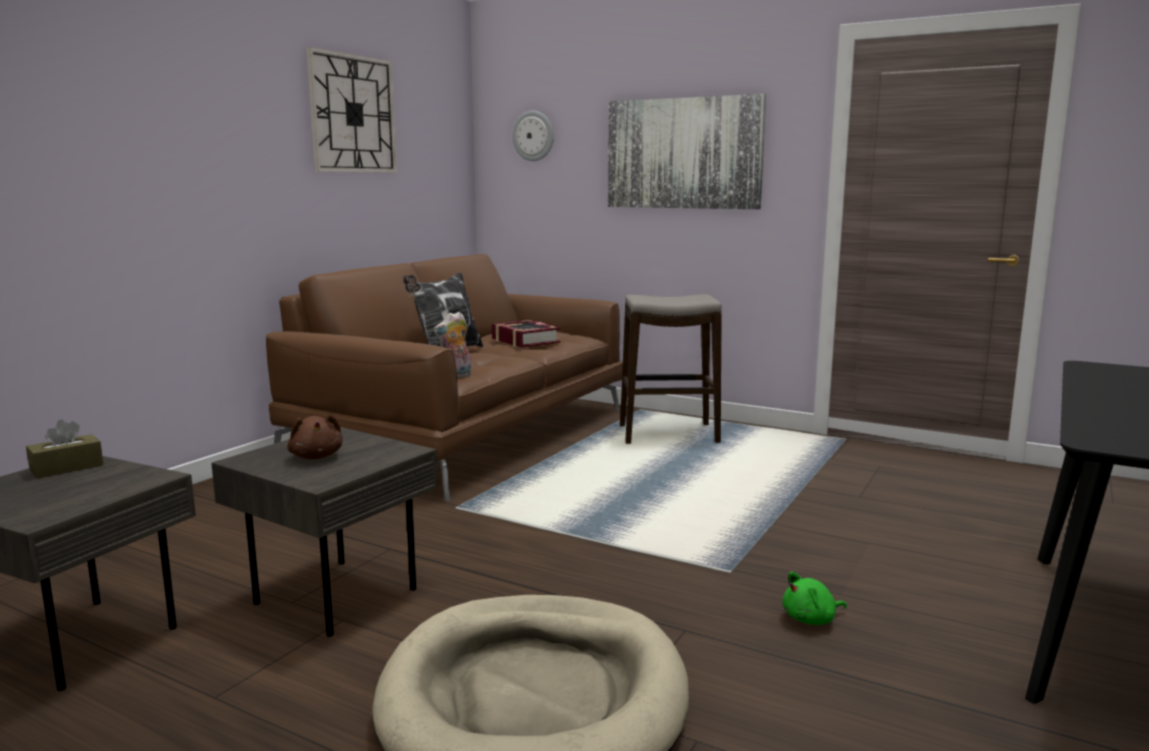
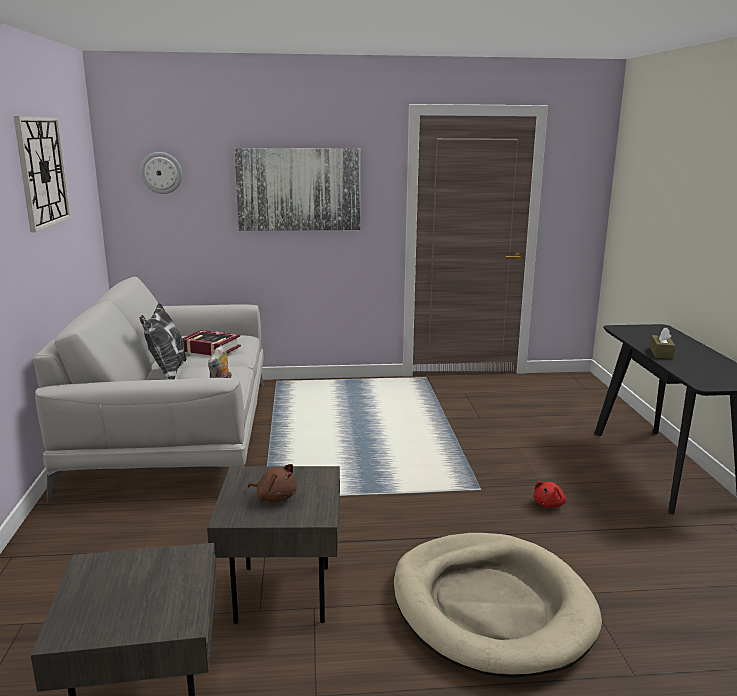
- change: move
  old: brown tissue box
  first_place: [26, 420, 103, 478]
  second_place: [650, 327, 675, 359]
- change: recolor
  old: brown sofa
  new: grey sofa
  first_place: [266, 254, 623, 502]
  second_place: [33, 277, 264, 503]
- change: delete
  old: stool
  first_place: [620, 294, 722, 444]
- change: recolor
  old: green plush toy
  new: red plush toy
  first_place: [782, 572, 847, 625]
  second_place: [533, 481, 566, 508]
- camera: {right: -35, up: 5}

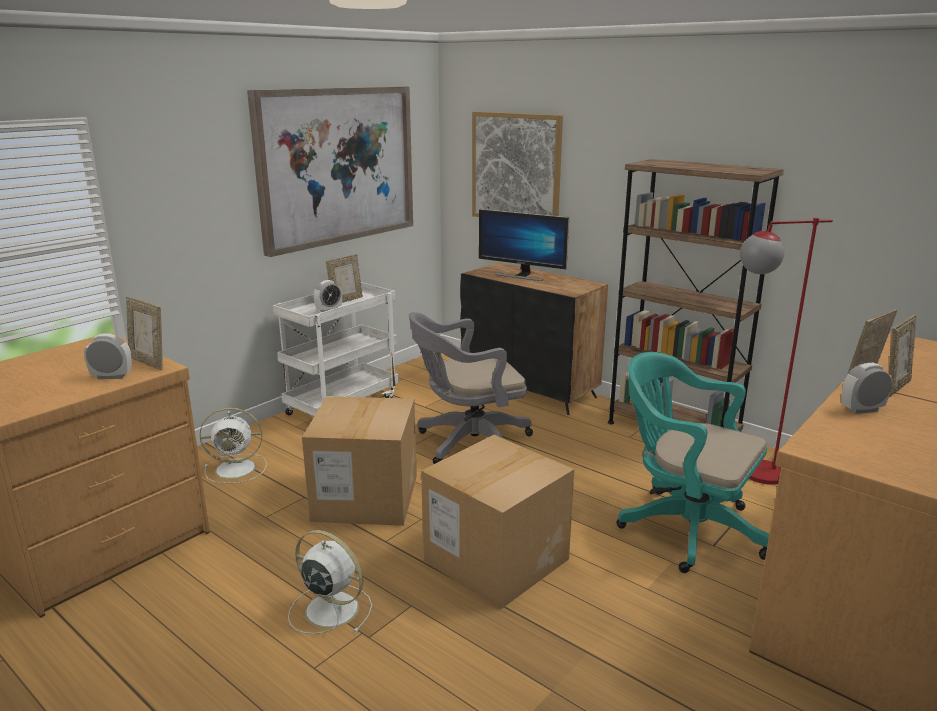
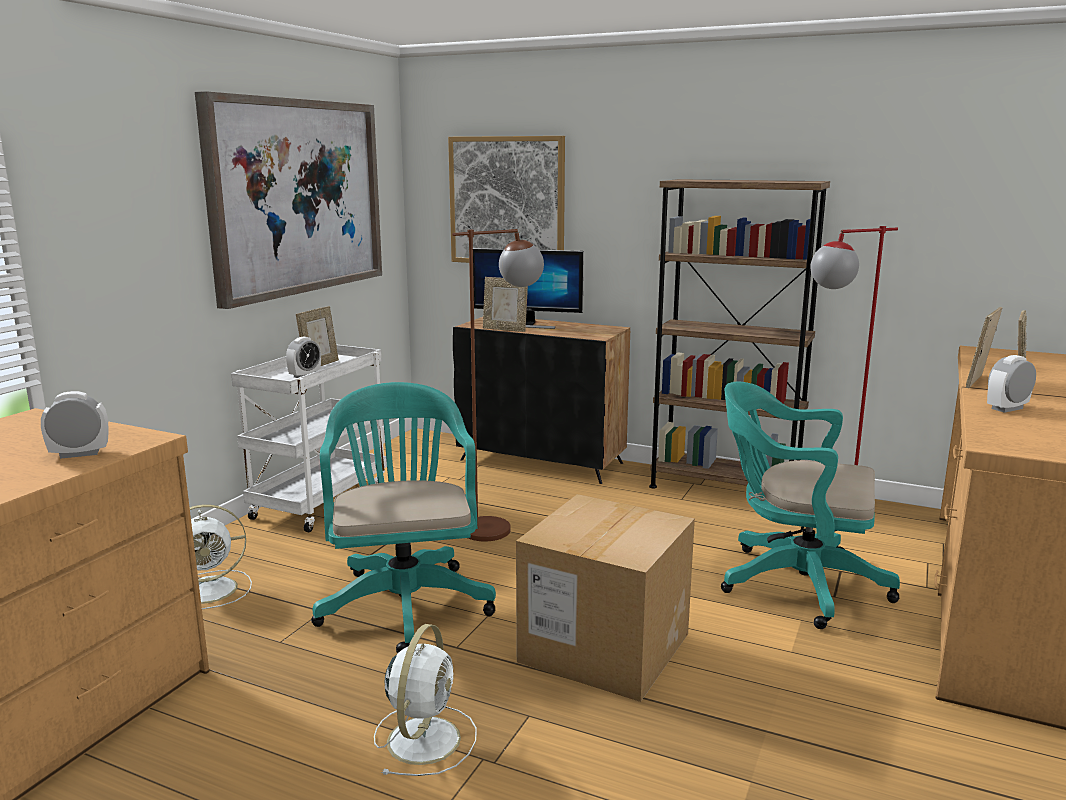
- change: move
  old: picture frame
  first_place: [126, 296, 163, 370]
  second_place: [483, 277, 528, 332]
- change: rotate
  old: white fan
  first_place: [288, 530, 372, 634]
  second_place: [374, 624, 477, 776]
  degrees: 90
- change: replace
  old: cardboard box
  new: turquoise office chair
  first_place: [302, 396, 417, 526]
  second_place: [311, 382, 496, 654]
- change: replace
  old: grey office chair
  new: brown floor lamp
  first_place: [409, 312, 533, 464]
  second_place: [452, 229, 544, 541]
- camera: {right: -15, up: -5}

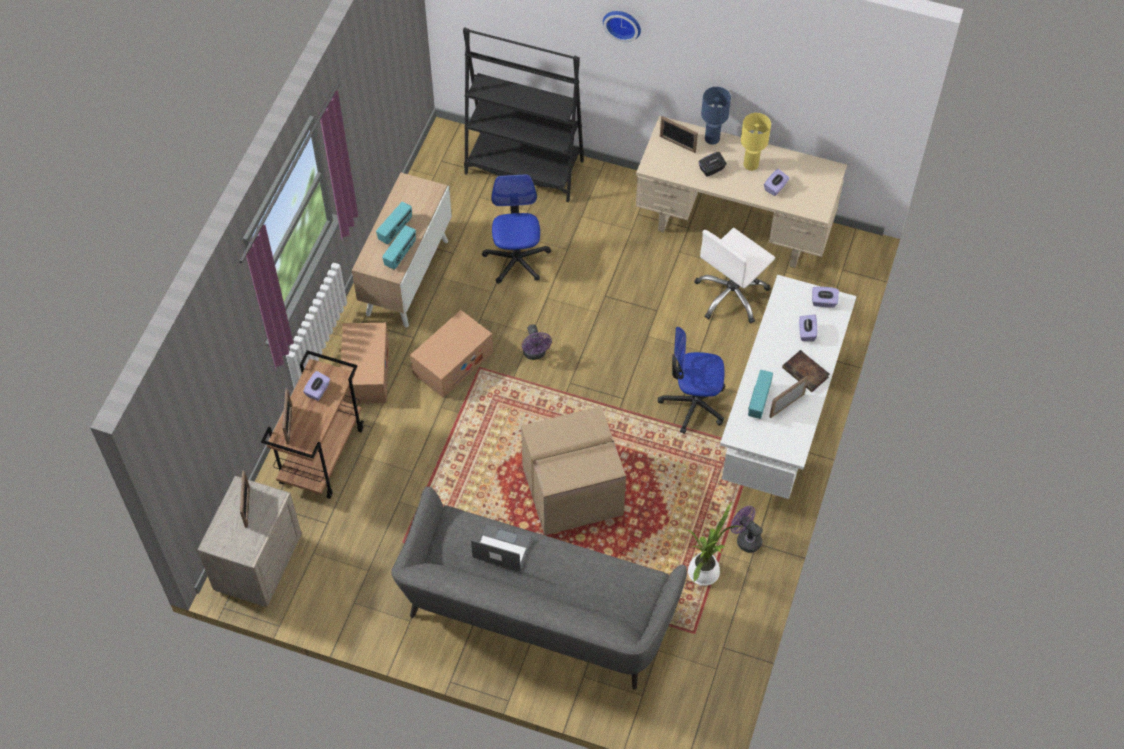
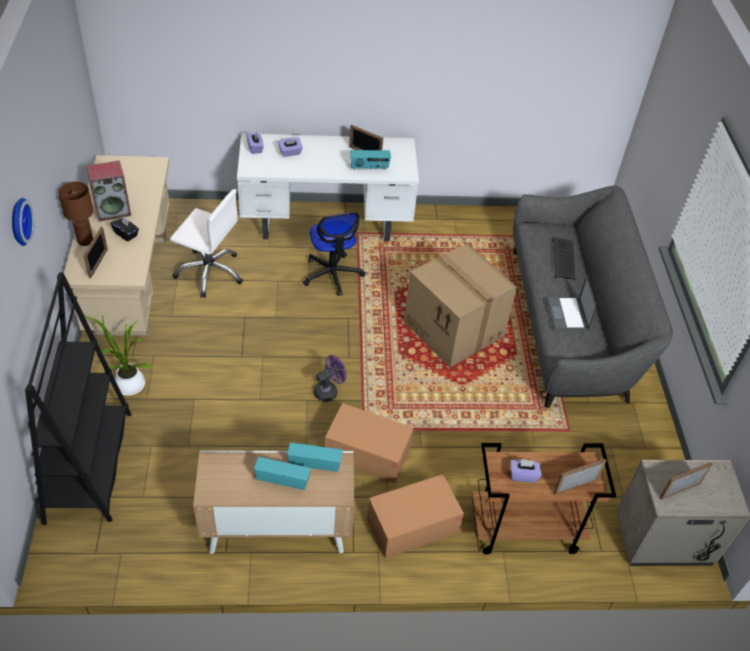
- change: delete
  old: office chair
  first_place: [482, 174, 551, 284]
- change: move
  old: potted plant
  first_place: [686, 502, 743, 586]
  second_place: [85, 315, 154, 396]
- change: recolor
  old: blue table lamp
  new: brown table lamp
  first_place: [701, 87, 731, 145]
  second_place: [58, 181, 93, 246]
- change: delete
  old: purple fan
  first_place: [731, 506, 763, 553]
- change: replace
  old: yellow table lamp
  new: speaker
  first_place: [741, 113, 771, 171]
  second_place: [86, 160, 131, 222]
- change: delete
  old: purple tissue box
  first_place: [764, 169, 790, 196]
- change: delete
  old: book
  first_place: [782, 350, 830, 392]
- change: insert
  new: keyboard
  second_place: [553, 237, 575, 280]
- camera: {right: -115, up: -10}

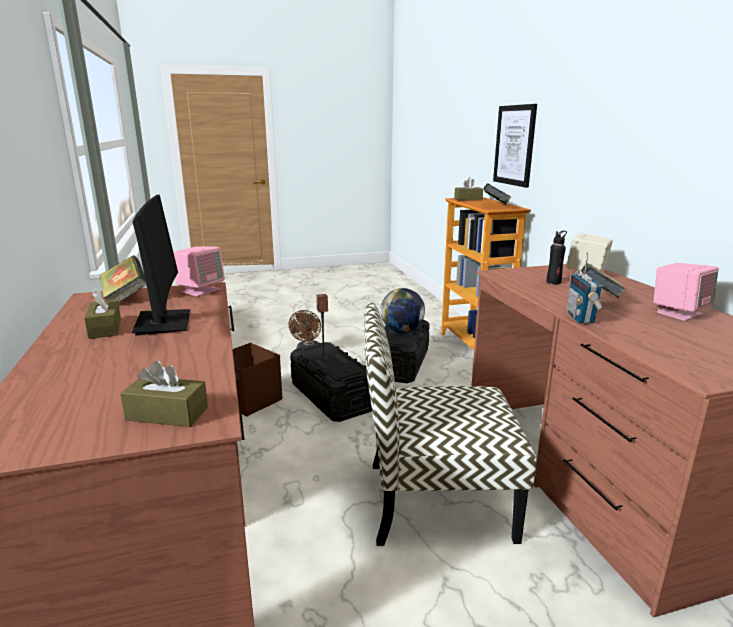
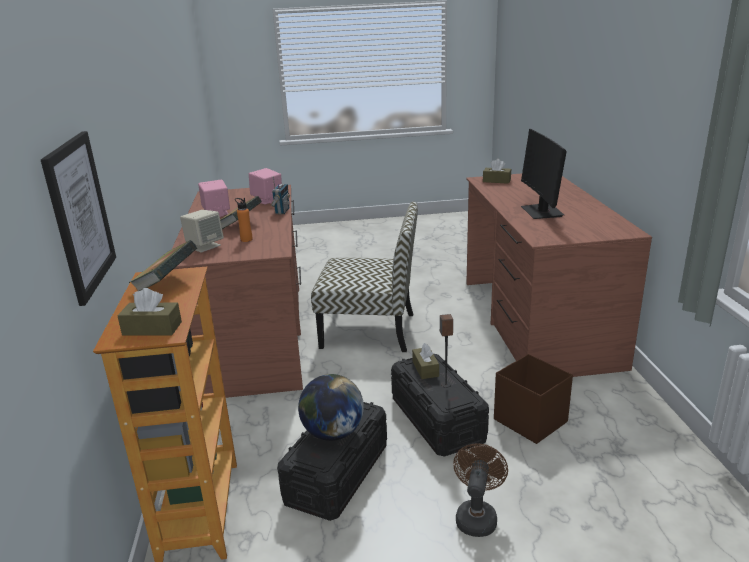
- change: move
  old: brown tissue box
  first_place: [84, 288, 121, 339]
  second_place: [412, 343, 439, 379]
- change: delete
  old: book
  first_place: [99, 255, 146, 303]
- change: move
  old: pink speaker
  first_place: [173, 246, 225, 297]
  second_place: [249, 168, 282, 204]
- change: recolor
  old: black bottle
  new: orange bottle
  first_place: [547, 231, 567, 284]
  second_place: [235, 198, 253, 242]
- camera: {right: -170, up: 5}

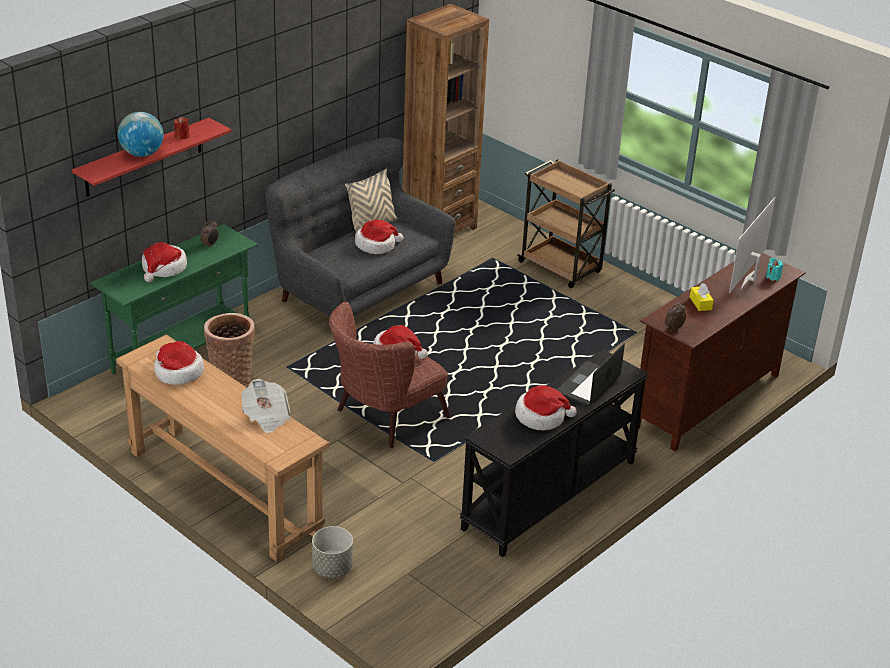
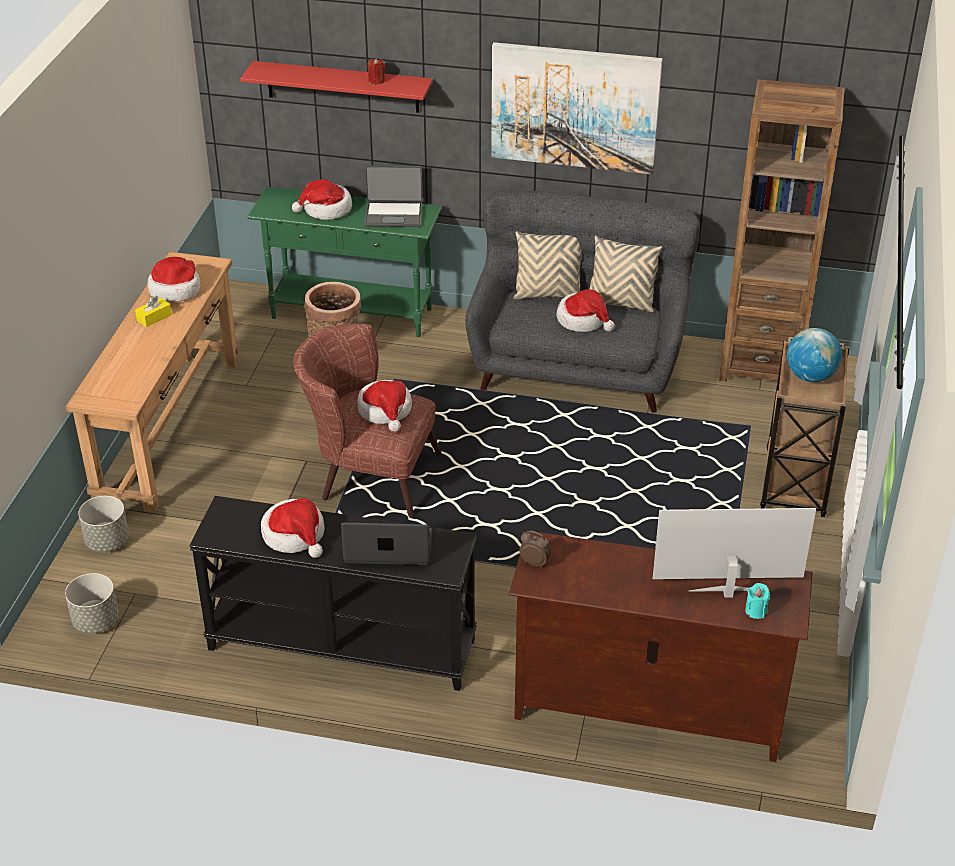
- change: move
  old: globe
  first_place: [118, 112, 163, 157]
  second_place: [787, 328, 842, 382]
- change: replace
  old: alarm clock
  new: laptop
  first_place: [200, 220, 219, 248]
  second_place: [364, 165, 423, 227]
- change: delete
  old: newspaper
  first_place: [241, 379, 291, 433]
- change: move
  old: yellow tissue box
  first_place: [690, 283, 714, 311]
  second_place: [135, 296, 172, 327]
- change: insert
  new: grey planter
  second_place: [65, 573, 119, 633]
- change: insert
  new: picture
  second_place: [491, 42, 662, 174]
- change: insert
  new: beige pillow
  second_place: [513, 231, 582, 299]
- camera: {right: 60, up: 5}

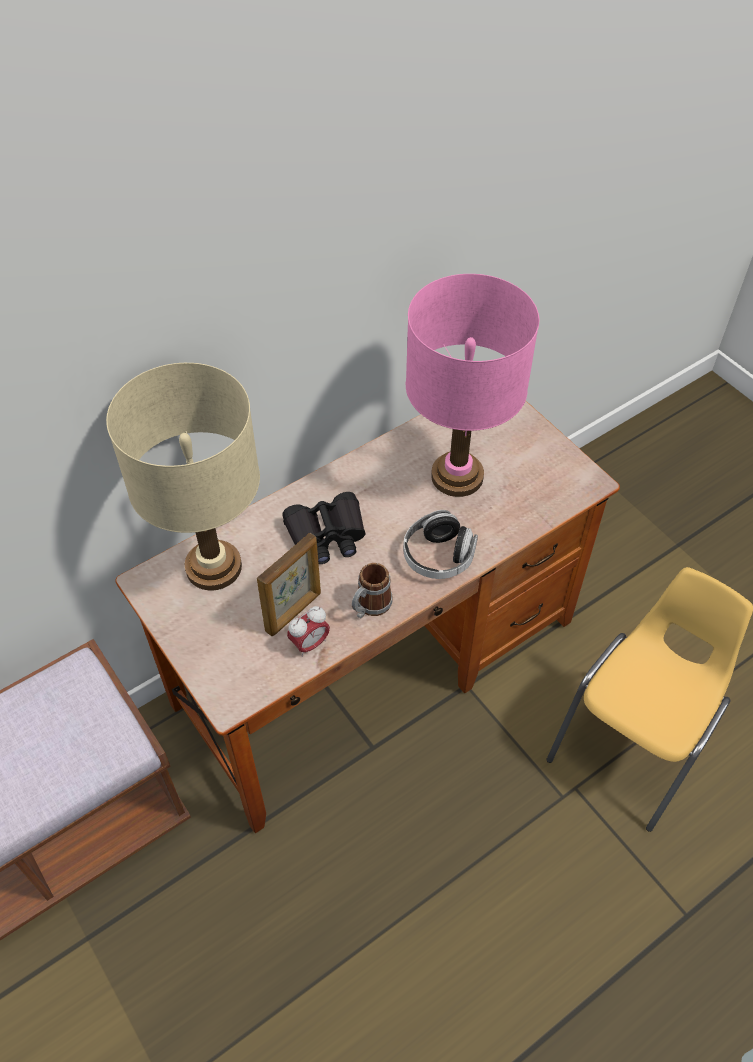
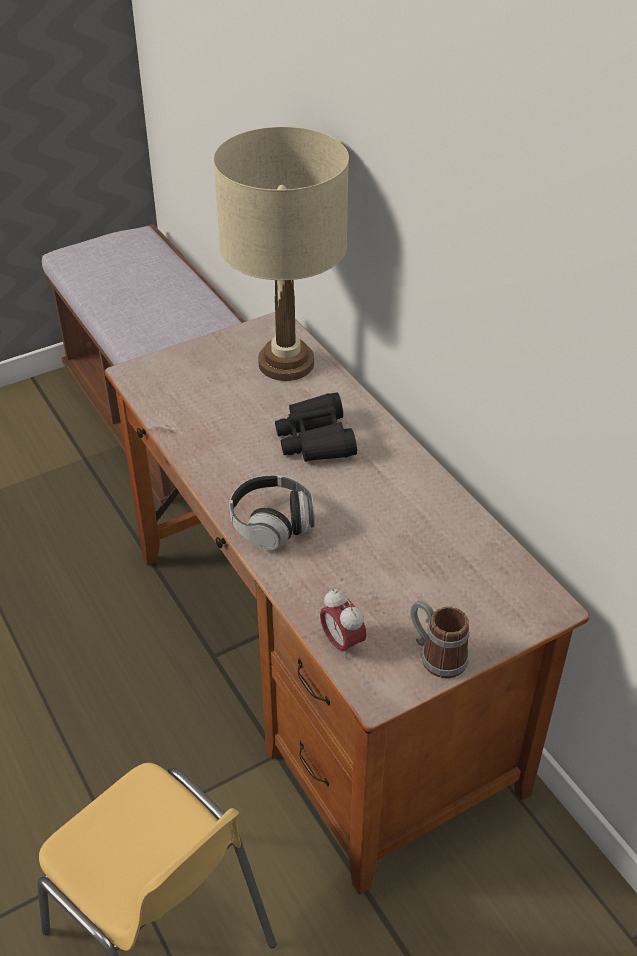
- change: delete
  old: picture frame
  first_place: [257, 533, 321, 636]
- change: move
  old: alarm clock
  first_place: [287, 606, 330, 657]
  second_place: [320, 588, 367, 659]
- change: move
  old: mug
  first_place: [352, 563, 392, 618]
  second_place: [410, 600, 470, 679]
- change: delete
  old: pink table lamp
  first_place: [406, 274, 539, 497]
- camera: {right: 95, up: -10}

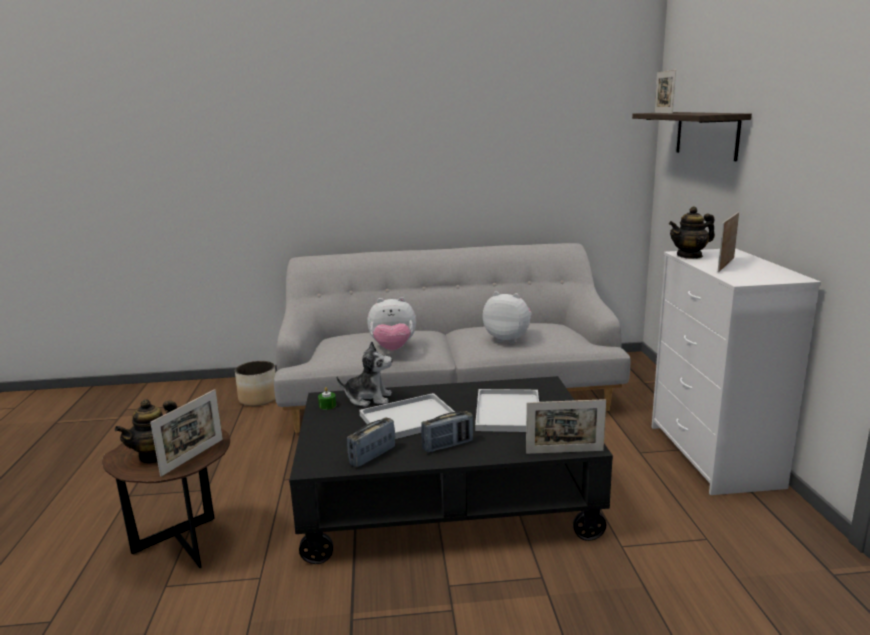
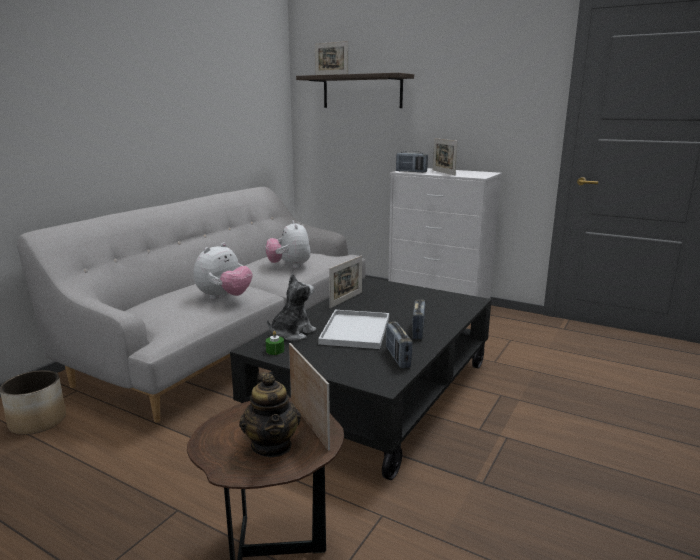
- change: delete
  old: white tray
  first_place: [475, 389, 539, 432]
- change: rotate
  old: plush toy
  first_place: [483, 291, 532, 343]
  second_place: [266, 220, 311, 268]
  degrees: -75
- change: move
  old: picture frame
  first_place: [526, 399, 606, 454]
  second_place: [329, 255, 362, 308]
- change: replace
  old: teapot
  new: radio
  first_place: [669, 206, 715, 259]
  second_place: [396, 151, 428, 173]
- camera: {right: -55, up: 0}

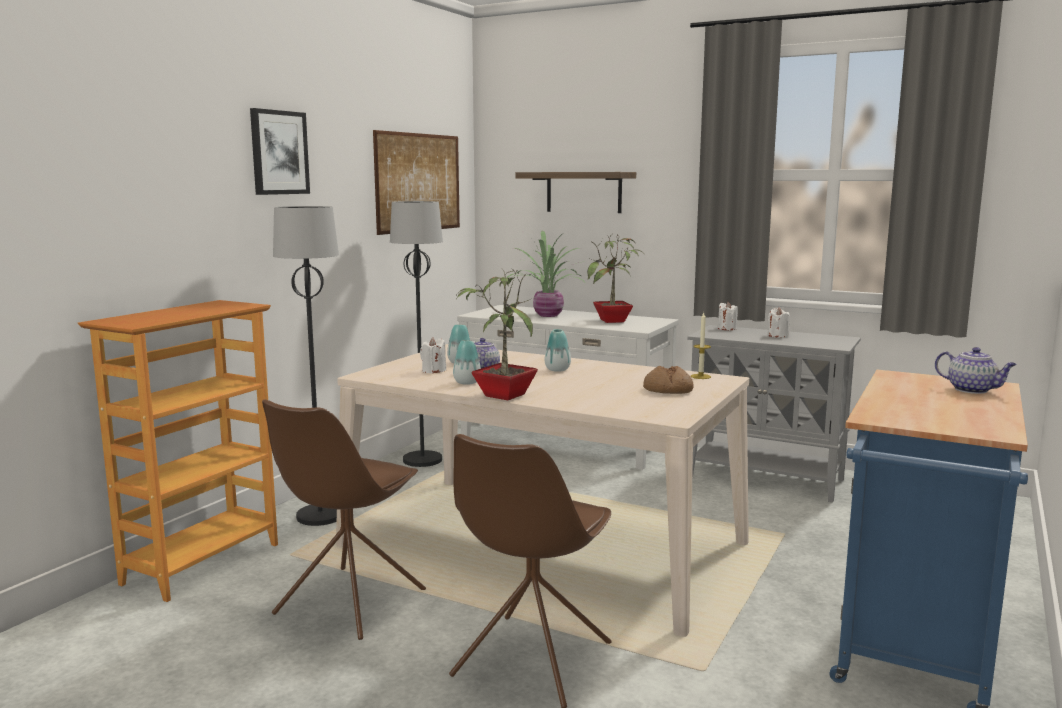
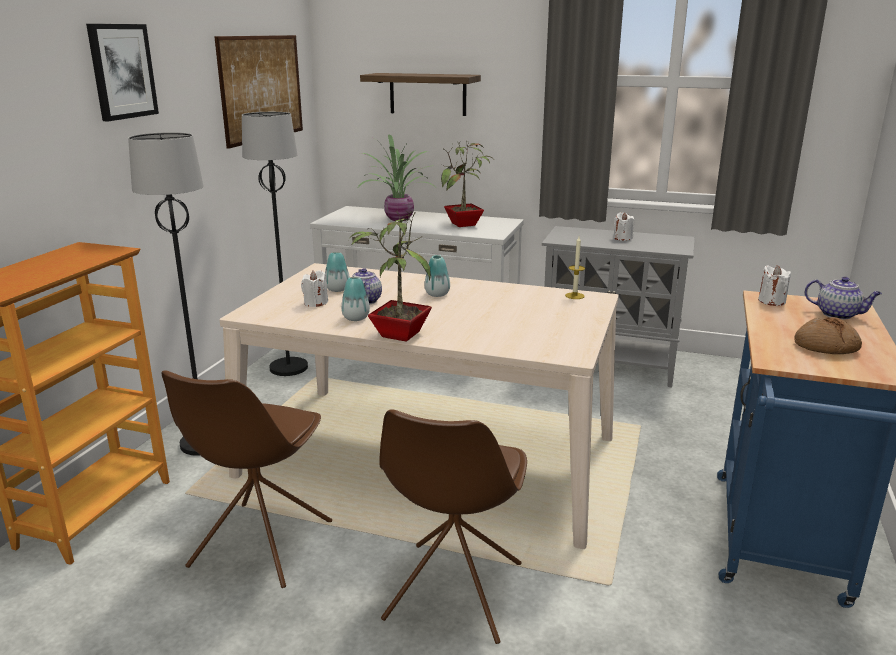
- change: move
  old: bread
  first_place: [643, 366, 693, 394]
  second_place: [794, 317, 862, 354]
- change: move
  old: white candle
  first_place: [718, 302, 738, 330]
  second_place: [758, 265, 791, 306]
- camera: {right: -10, up: 10}

